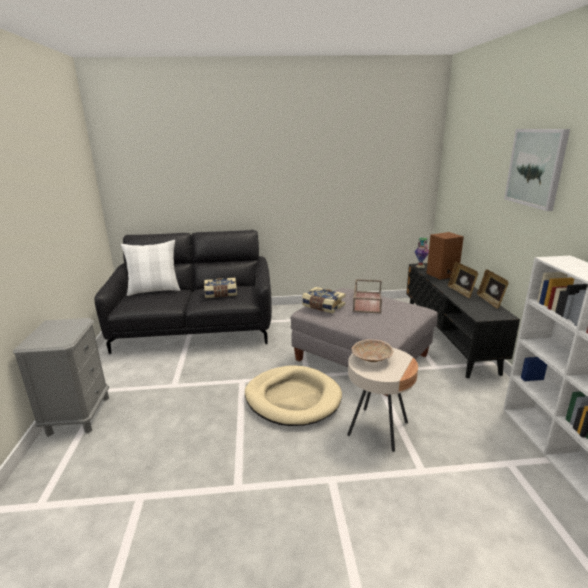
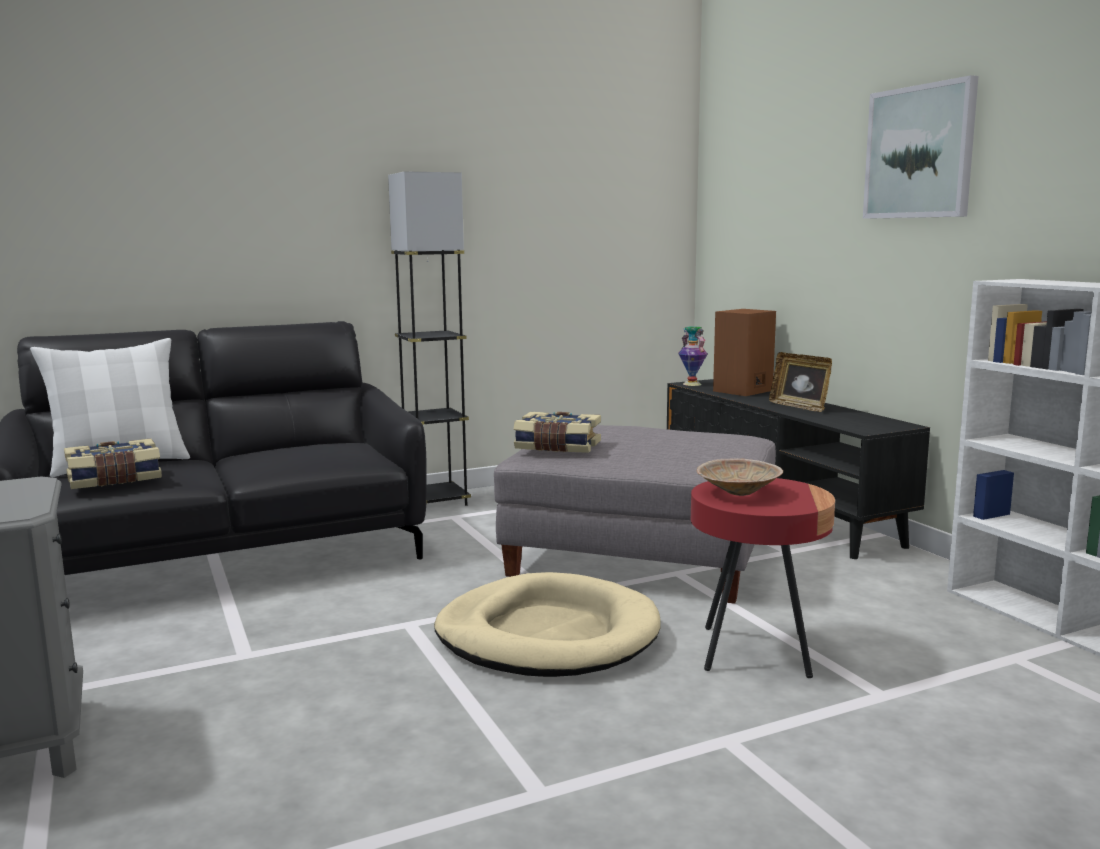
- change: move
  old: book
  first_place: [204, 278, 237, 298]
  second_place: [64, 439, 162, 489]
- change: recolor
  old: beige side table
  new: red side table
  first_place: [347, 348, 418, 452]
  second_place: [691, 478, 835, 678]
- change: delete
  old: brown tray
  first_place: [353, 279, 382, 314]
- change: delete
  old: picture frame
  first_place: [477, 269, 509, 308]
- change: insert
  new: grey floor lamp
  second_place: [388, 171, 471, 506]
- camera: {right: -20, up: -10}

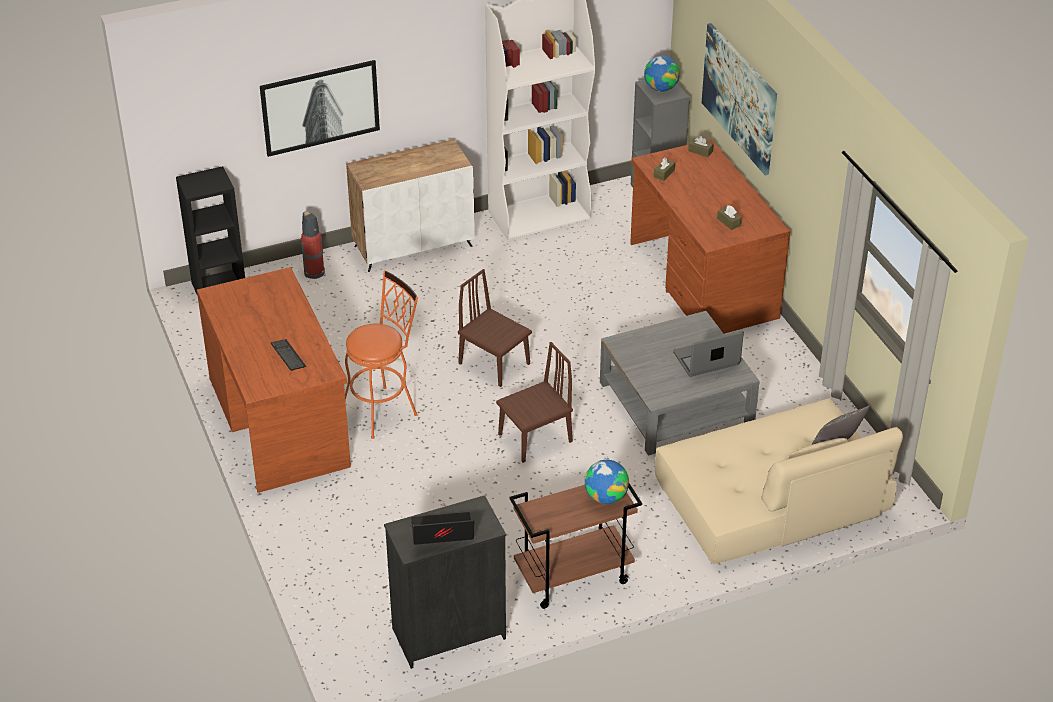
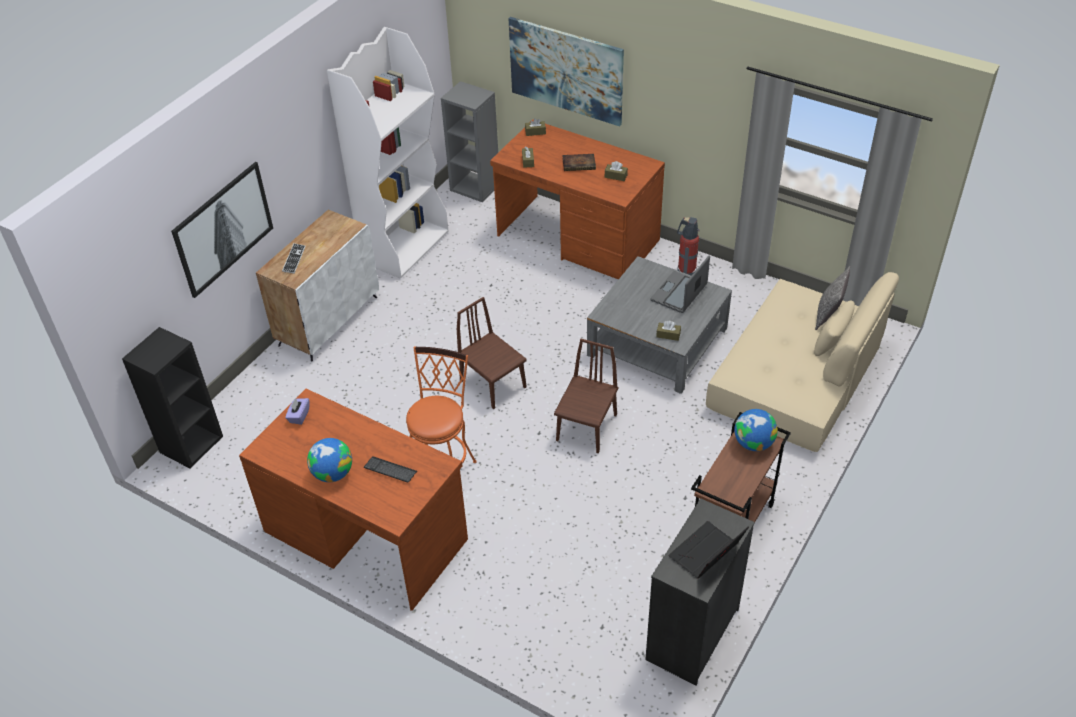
- change: move
  old: fire extinguisher
  first_place: [301, 211, 325, 279]
  second_place: [677, 217, 700, 276]
- change: rotate
  old: brown chair
  first_place: [458, 269, 532, 387]
  second_place: [457, 297, 527, 409]
  degrees: 45
- change: move
  old: globe
  first_place: [644, 56, 680, 92]
  second_place: [307, 438, 352, 482]
- change: insert
  new: keyboard
  second_place: [282, 243, 306, 274]
- change: insert
  new: purple tissue box
  second_place: [285, 398, 310, 425]
- change: insert
  new: book
  second_place: [562, 154, 596, 171]
- change: insert
  new: brown tissue box
  second_place: [656, 321, 681, 341]
- camera: {right: -35, up: 5}

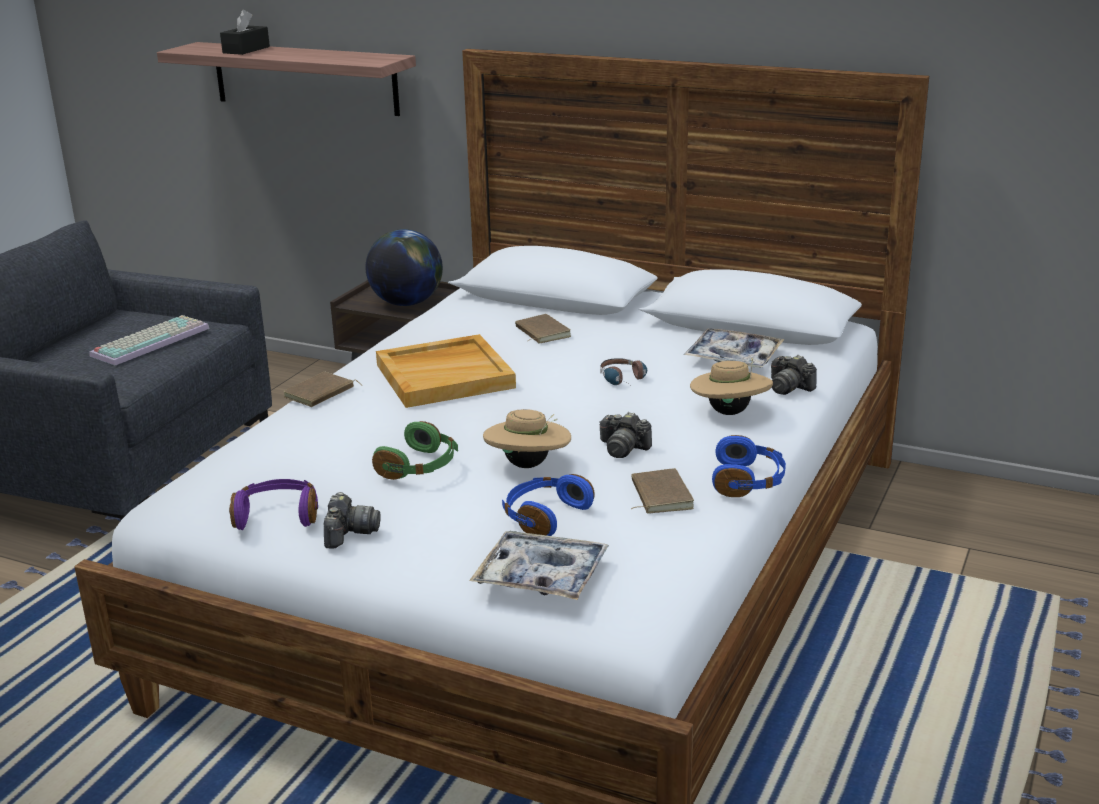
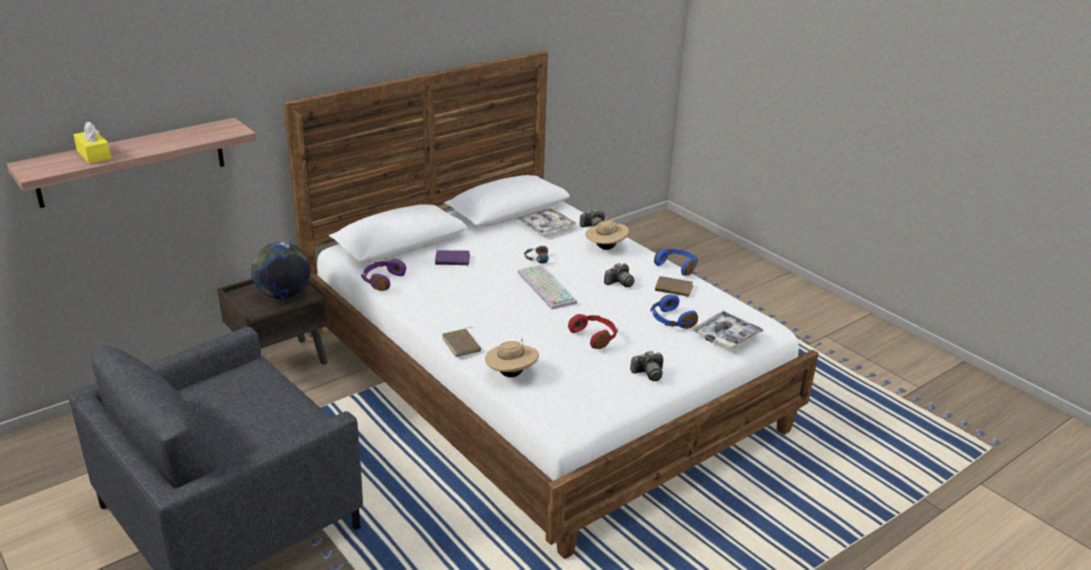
- change: move
  old: keyboard
  first_place: [90, 315, 210, 366]
  second_place: [517, 264, 577, 310]
- change: recolor
  old: black tissue box
  new: yellow tissue box
  first_place: [220, 10, 270, 55]
  second_place: [73, 122, 111, 164]
- change: move
  old: purple headphones
  first_place: [229, 479, 318, 530]
  second_place: [361, 259, 406, 291]
- change: rotate
  old: photo camera
  first_place: [324, 492, 380, 549]
  second_place: [630, 351, 663, 381]
  degrees: 135
- change: recolor
  old: green headphones
  new: red headphones
  first_place: [372, 421, 458, 480]
  second_place: [568, 314, 618, 349]
- change: delete
  old: beige tray
  first_place: [376, 334, 516, 408]
- change: move
  old: beige hat
  first_place: [483, 409, 571, 468]
  second_place: [485, 337, 539, 377]
- change: recolor
  old: brown book
  new: purple book
  first_place: [515, 314, 571, 344]
  second_place: [435, 250, 470, 267]
- camera: {right: -65, up: 5}

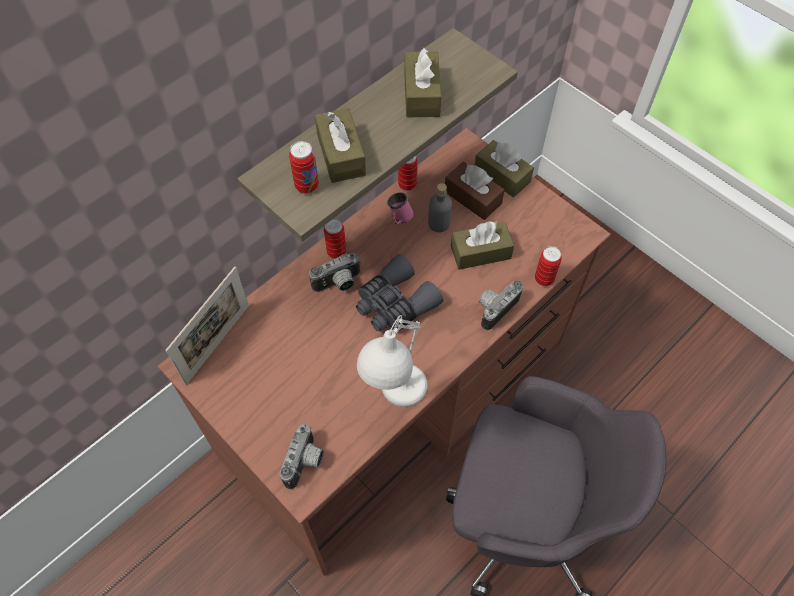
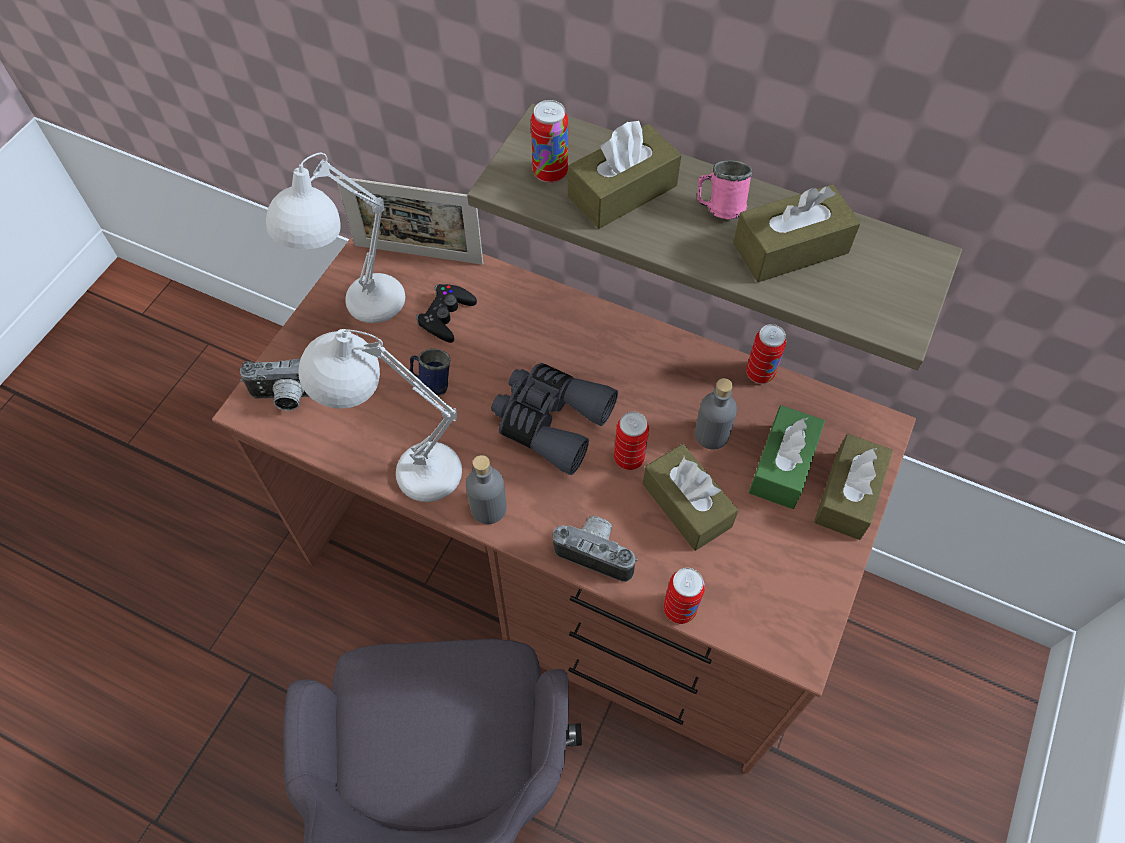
- change: delete
  old: photo camera
  first_place: [309, 253, 361, 292]
- change: move
  old: can
  first_place: [324, 219, 346, 259]
  second_place: [614, 412, 649, 470]
- change: move
  old: pink mug
  first_place: [388, 192, 413, 224]
  second_place: [697, 161, 752, 219]
- change: recolor
  old: brown tissue box
  new: green tissue box
  first_place: [445, 162, 505, 220]
  second_place: [749, 405, 825, 509]
- change: insert
  new: white table lamp
  second_place: [266, 153, 405, 323]
- change: insert
  new: blue mug
  second_place: [410, 349, 450, 396]
- change: insert
  new: black game controller
  second_place: [416, 284, 477, 343]
- change: insert
  new: grey bottle
  second_place: [466, 455, 507, 524]
- camera: {right: 70, up: 0}

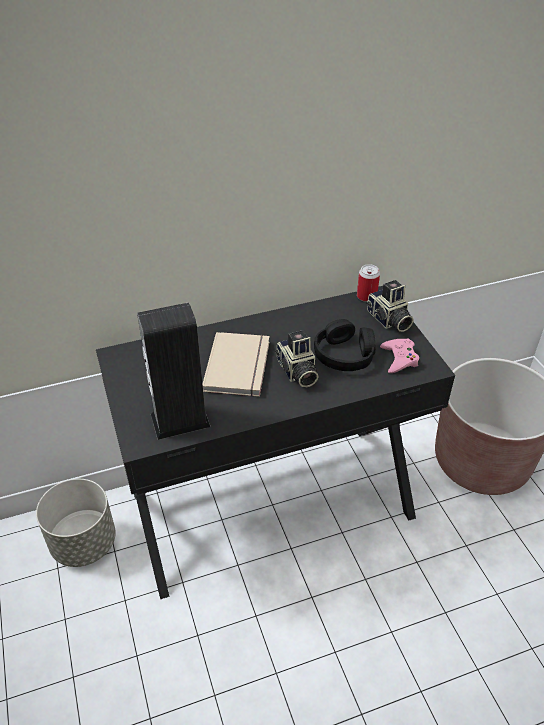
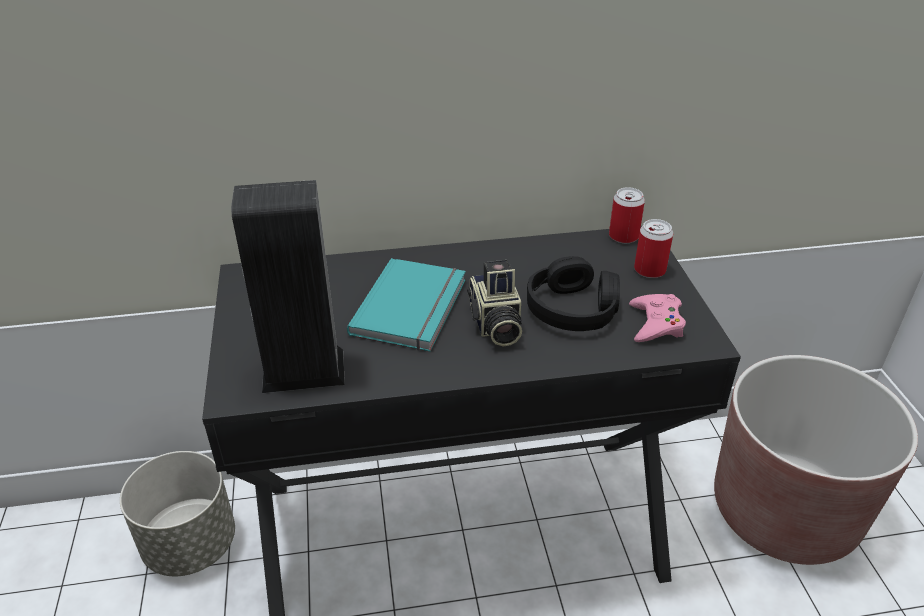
- change: recolor
  old: beige book
  new: turquoise book
  first_place: [202, 332, 269, 397]
  second_place: [347, 258, 466, 352]
- change: replace
  old: photo camera
  new: can
  first_place: [366, 280, 414, 332]
  second_place: [634, 219, 673, 278]
- camera: {right: 10, up: -5}

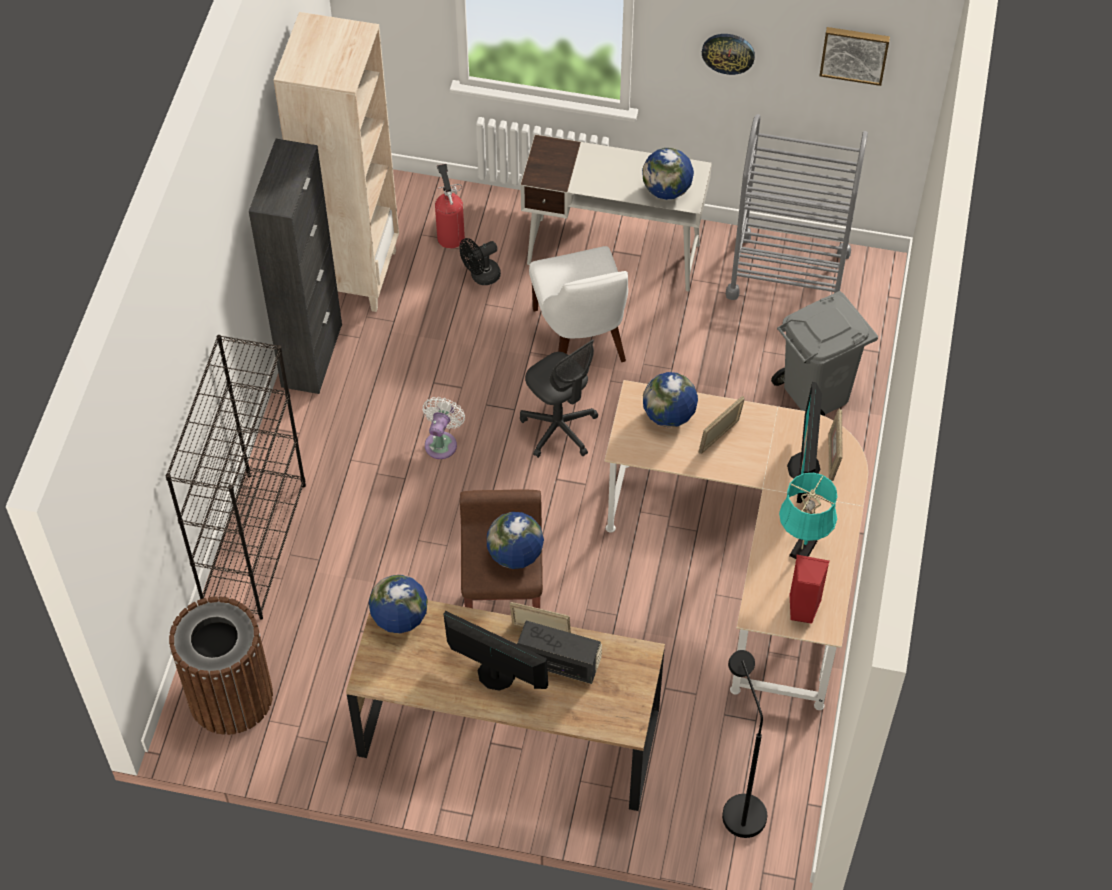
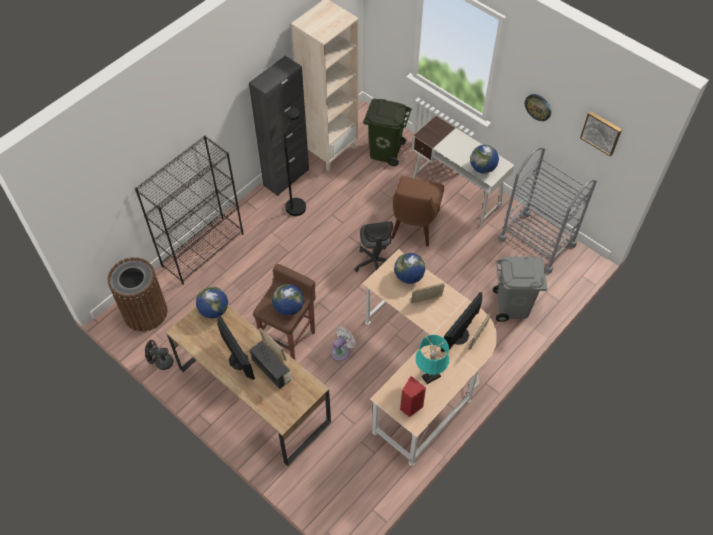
- change: move
  old: white fan
  first_place: [423, 397, 465, 459]
  second_place: [331, 326, 356, 361]
- change: replace
  old: fire extinguisher
  new: green trash can
  first_place: [435, 164, 465, 248]
  second_place: [363, 98, 412, 166]
- change: move
  old: black fan
  first_place: [460, 238, 501, 285]
  second_place: [145, 340, 173, 370]
- change: recolor
  old: white chair
  new: brown chair
  first_place: [529, 246, 628, 362]
  second_place: [391, 176, 444, 247]
- change: move
  old: black floor lamp
  first_place: [722, 650, 767, 838]
  second_place: [284, 107, 306, 216]
- camera: {right: 30, up: 0}

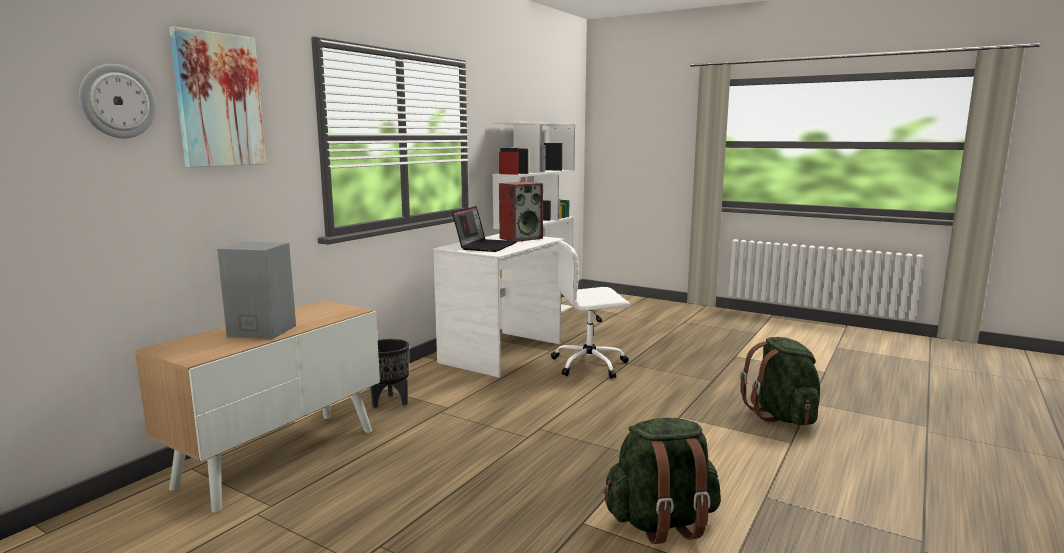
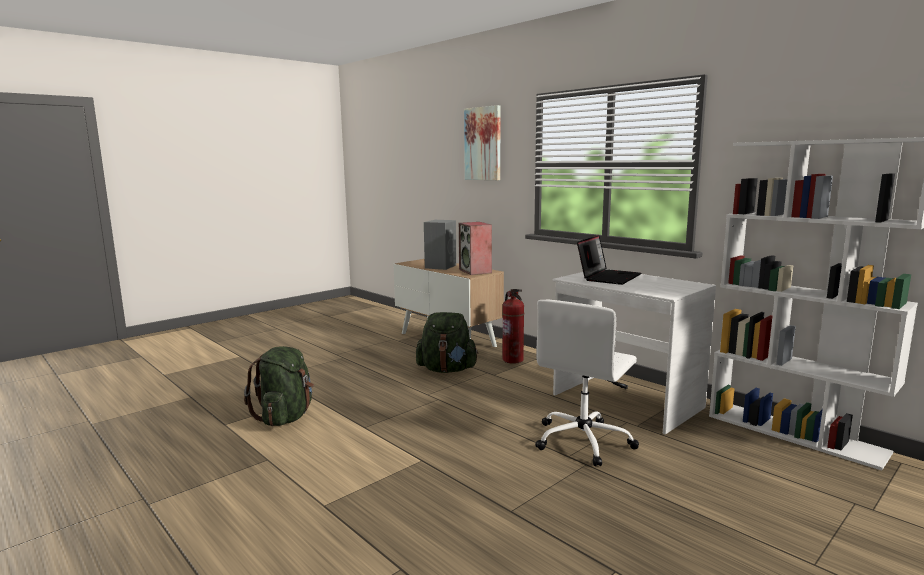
- change: delete
  old: wall clock
  first_place: [79, 64, 156, 138]
- change: replace
  old: black planter
  new: fire extinguisher
  first_place: [370, 339, 409, 408]
  second_place: [502, 289, 524, 364]
- change: rotate
  old: laptop
  first_place: [452, 206, 517, 252]
  second_place: [577, 235, 641, 285]
  degrees: -90
- change: move
  old: speaker
  first_place: [499, 182, 543, 242]
  second_place: [459, 222, 492, 275]
- change: rotate
  old: white office chair
  first_place: [551, 240, 630, 379]
  second_place: [535, 300, 639, 466]
  degrees: -150
- change: move
  old: green backpack
  first_place: [740, 337, 820, 426]
  second_place: [416, 312, 479, 373]
- camera: {right: 105, up: 0}

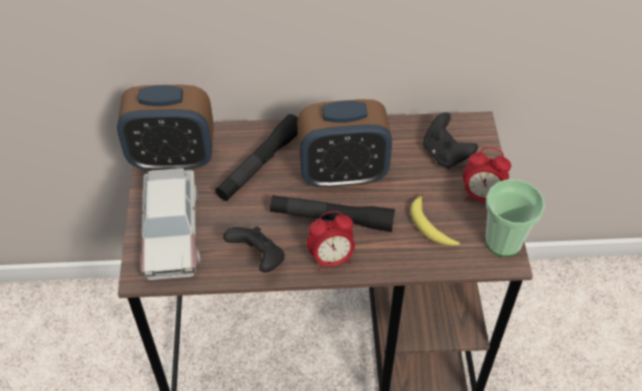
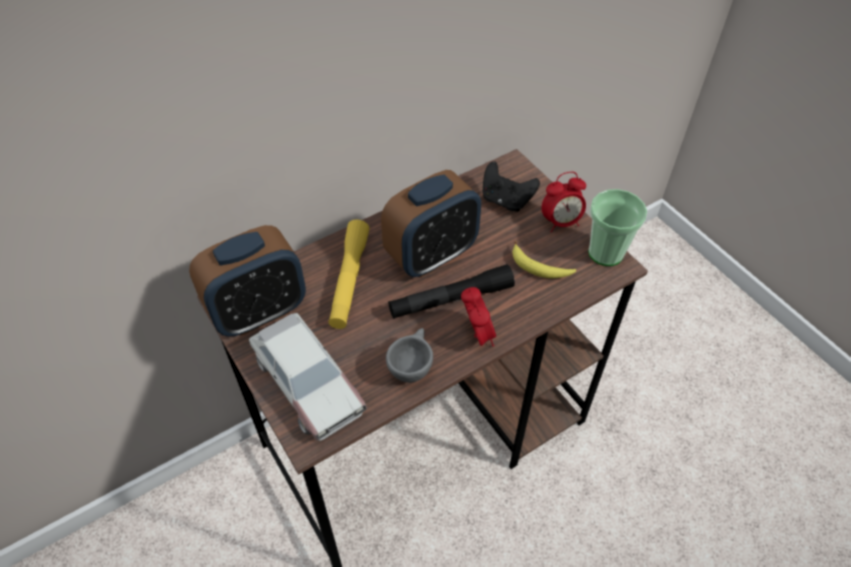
- change: recolor
  old: black flashlight
  new: yellow flashlight
  first_place: [215, 114, 298, 201]
  second_place: [328, 220, 370, 329]
- change: replace
  old: black game controller
  new: grey cup
  first_place: [223, 226, 285, 273]
  second_place: [386, 328, 433, 383]
- change: rotate
  old: alarm clock
  first_place: [307, 211, 355, 271]
  second_place: [461, 287, 496, 346]
  degrees: -60
- camera: {right: -30, up: 0}

